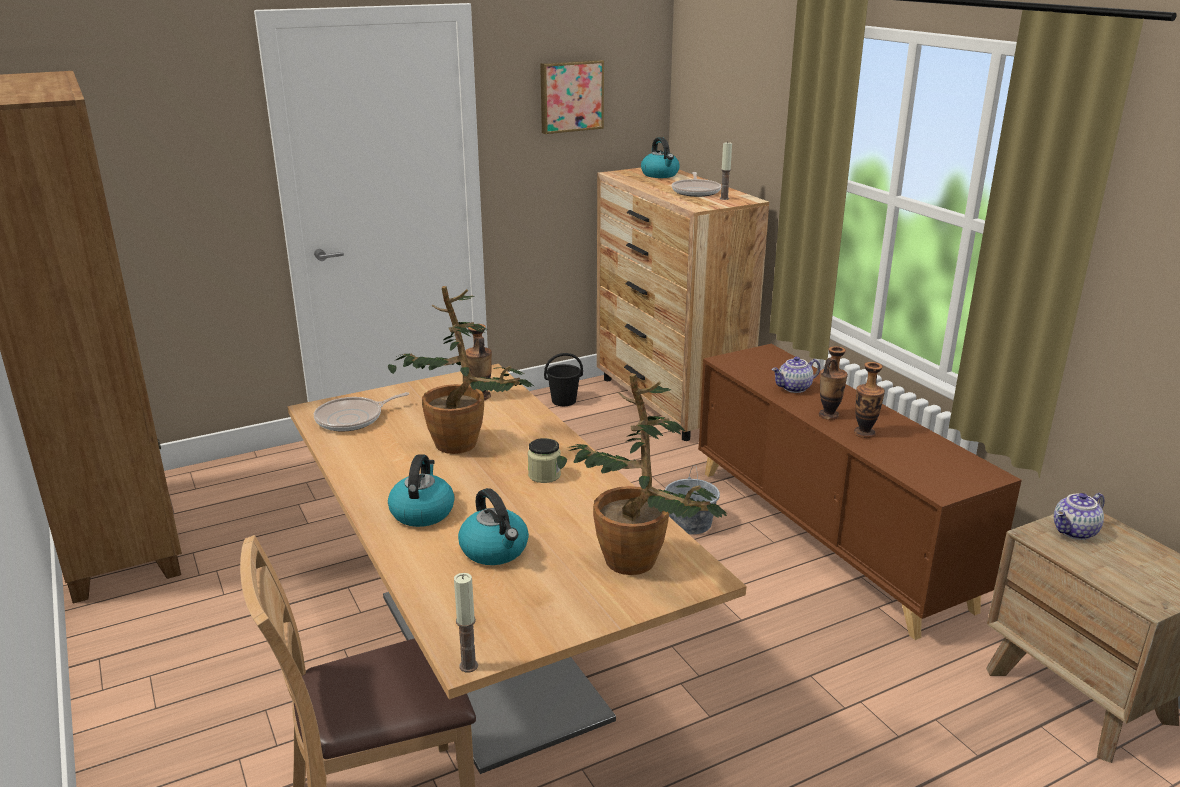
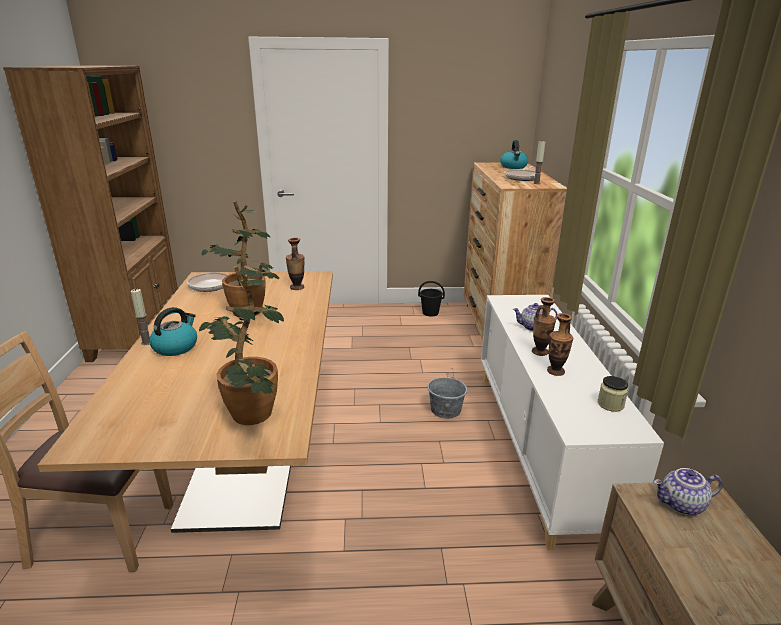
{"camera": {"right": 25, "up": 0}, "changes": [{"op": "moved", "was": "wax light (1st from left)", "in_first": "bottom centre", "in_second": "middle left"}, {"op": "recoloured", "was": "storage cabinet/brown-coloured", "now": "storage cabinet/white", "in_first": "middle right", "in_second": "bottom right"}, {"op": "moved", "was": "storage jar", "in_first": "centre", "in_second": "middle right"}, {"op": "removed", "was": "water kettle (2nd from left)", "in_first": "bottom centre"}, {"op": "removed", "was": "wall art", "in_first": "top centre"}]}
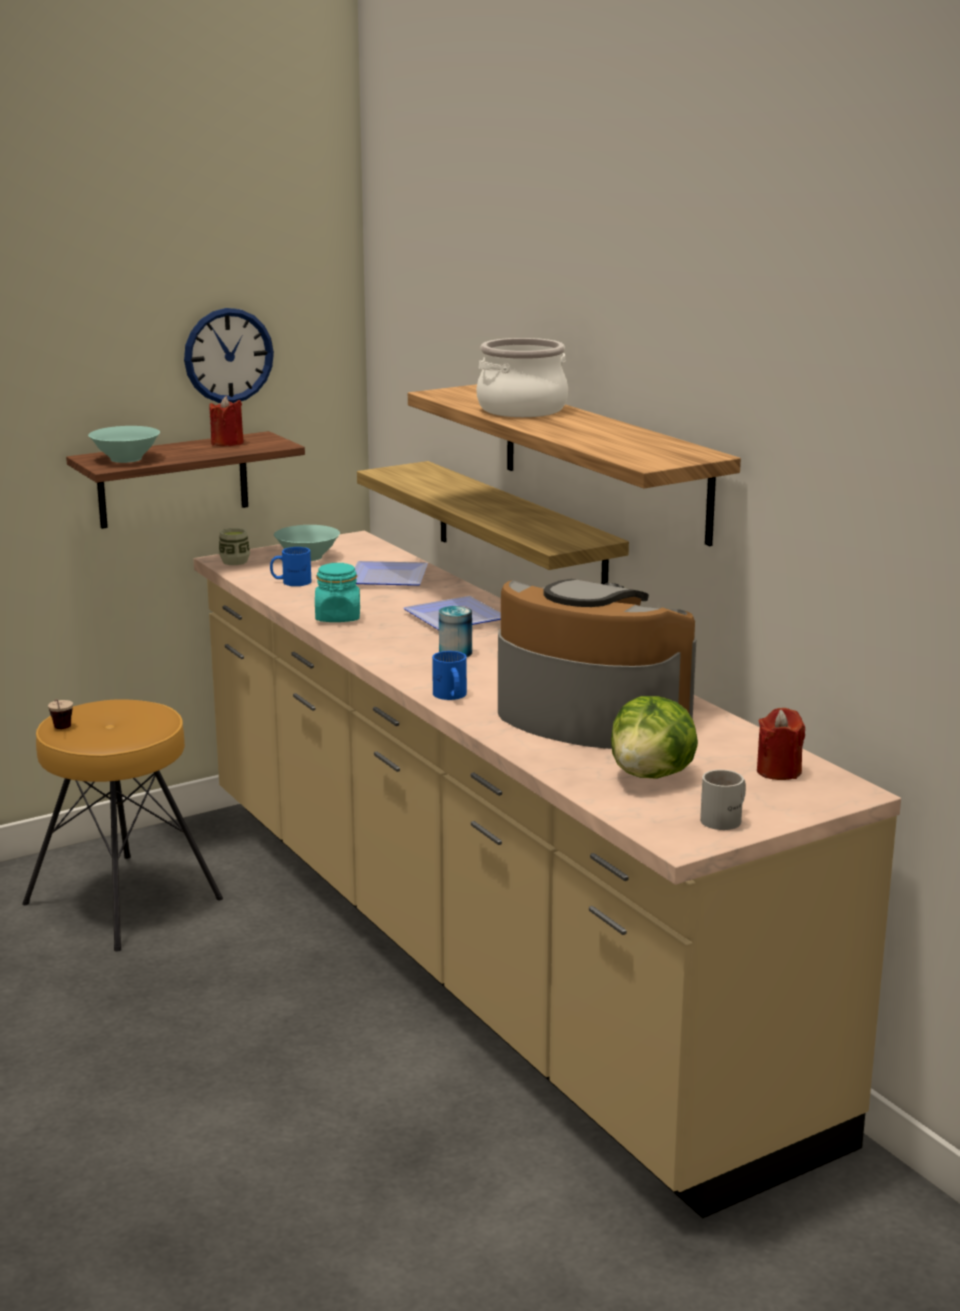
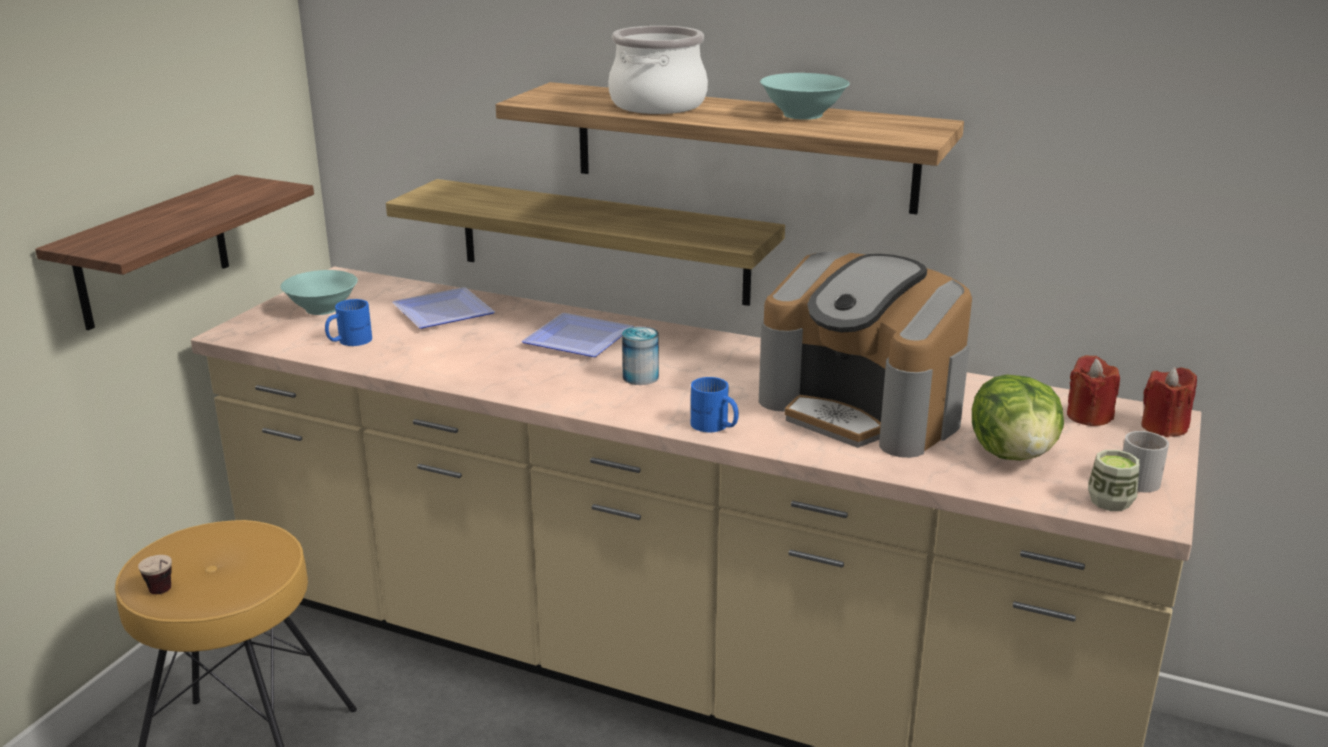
{"camera": {"right": -35, "up": 5}, "changes": [{"op": "turned", "was": "coffee machine", "in_first": "centre", "in_second": "centre", "clockwise": -135}, {"op": "moved", "was": "bowl/turquoise-coloured (1st from left in the first image)", "now": "bowl/turquoise-coloured (2nd from left)", "in_first": "middle left", "in_second": "top centre"}, {"op": "moved", "was": "small cup (2nd from left)", "in_first": "middle left", "in_second": "middle right"}, {"op": "moved", "was": "wax light/red (1st from left in the first image)", "now": "wax light/red (2nd from left)", "in_first": "top left", "in_second": "middle right"}, {"op": "removed", "was": "wall clock", "in_first": "top left"}, {"op": "removed", "was": "storage jar/turquoise-coloured", "in_first": "centre"}]}
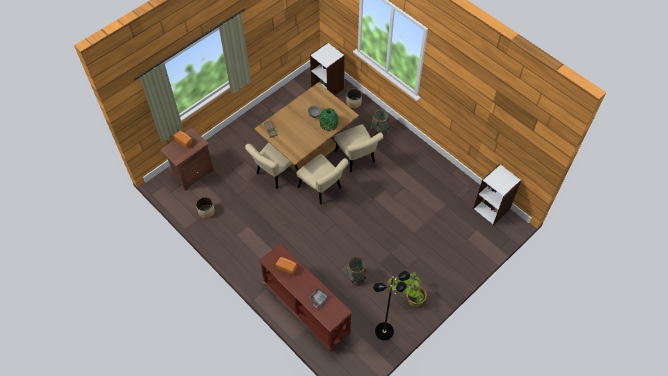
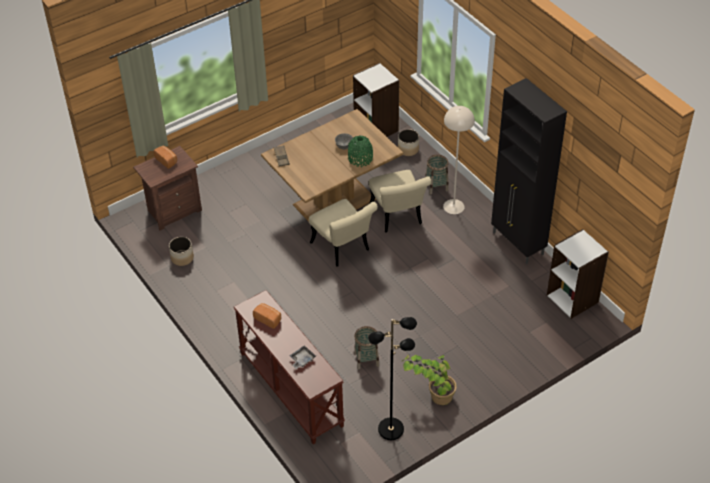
{"camera": {"right": 10, "up": -10}, "changes": [{"op": "added", "now": "standing lamp/beige", "in_second": "top centre"}, {"op": "added", "now": "storage cabinet/black-coloured", "in_second": "middle right"}, {"op": "removed", "was": "upright chair/beige (1st from left)", "in_first": "centre"}]}
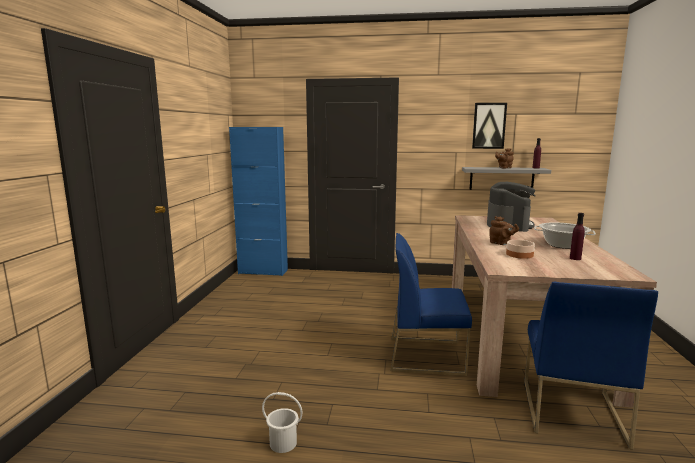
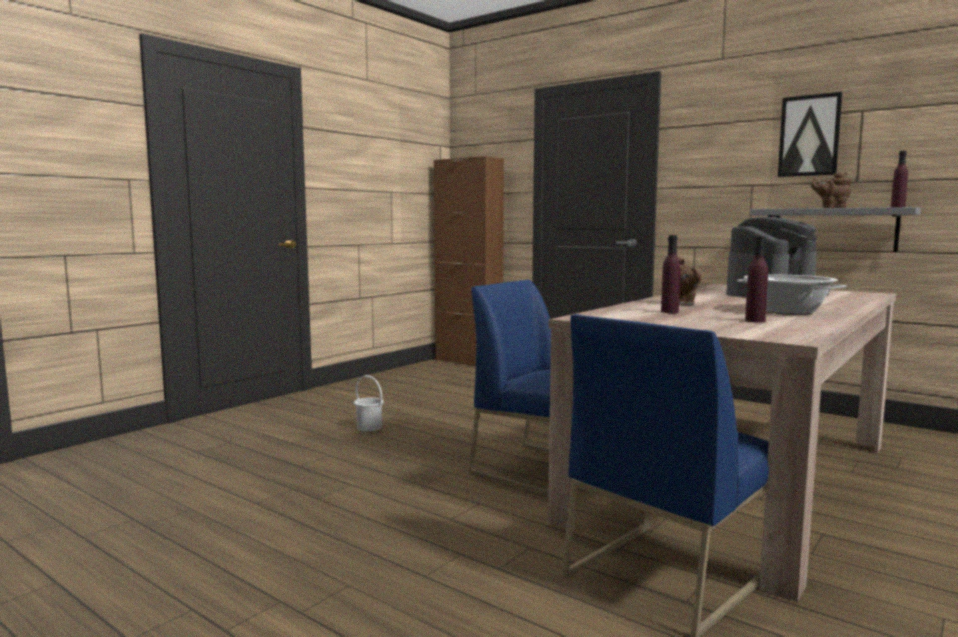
{"camera": {"right": 30, "up": -5}, "changes": [{"op": "moved", "was": "bucket/white", "in_first": "bottom centre", "in_second": "centre"}, {"op": "recoloured", "was": "storage cabinet/blue", "now": "storage cabinet/brown-coloured", "in_first": "centre", "in_second": "centre"}, {"op": "replaced", "was": "bowl", "now": "beverage bottle/purple-coloured (1st from left)", "in_first": "middle right", "in_second": "middle right"}]}
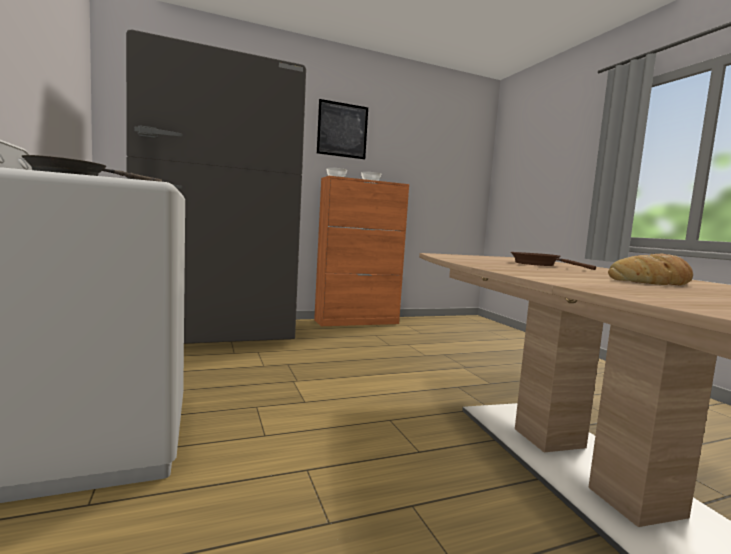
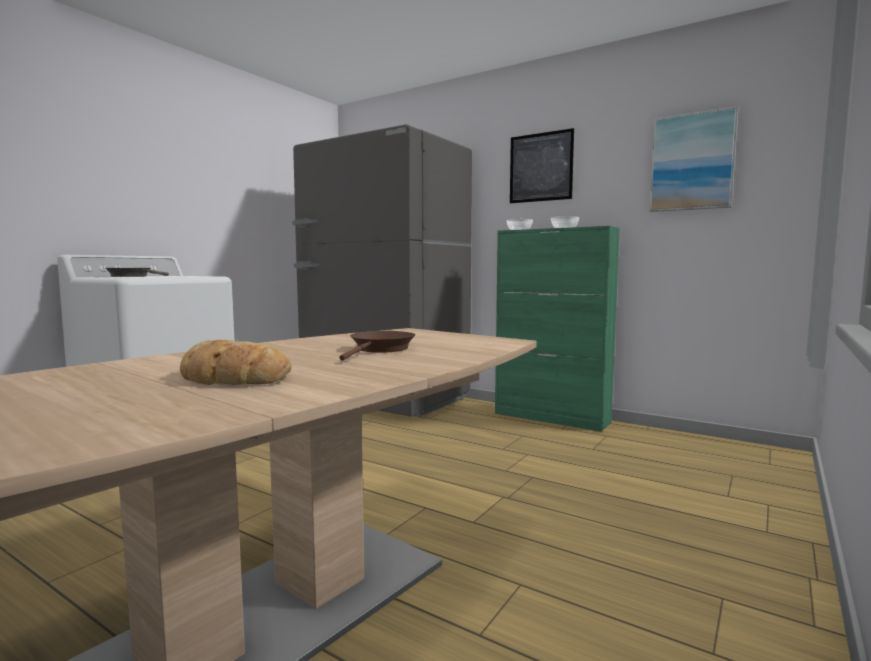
{"camera": {"right": 55, "up": 0}, "changes": [{"op": "recoloured", "was": "storage cabinet/orange-coloured", "now": "storage cabinet/greenish", "in_first": "centre", "in_second": "centre"}, {"op": "added", "now": "wall art (2nd from left)", "in_second": "top right"}]}
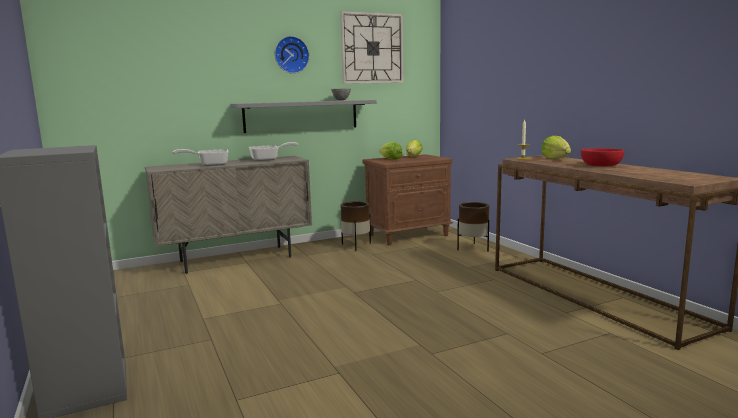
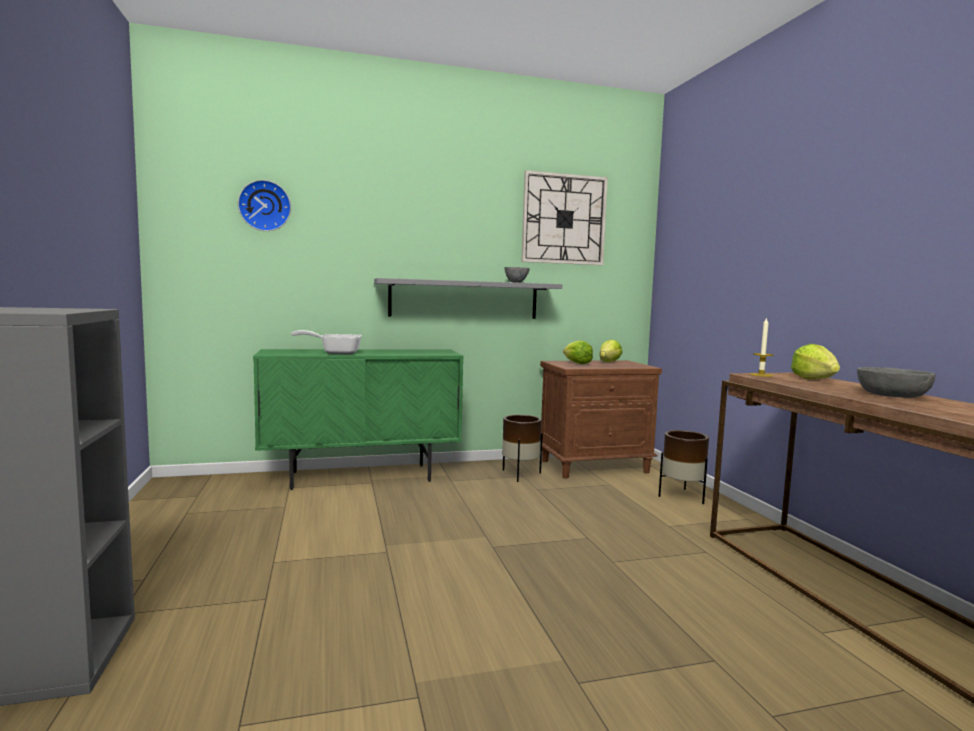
{"camera": {"right": 10, "up": -5}, "changes": [{"op": "moved", "was": "wall clock (1st from left)", "in_first": "top centre", "in_second": "top left"}, {"op": "recoloured", "was": "storage cabinet/beige", "now": "storage cabinet/greenish", "in_first": "middle left", "in_second": "centre"}, {"op": "recoloured", "was": "bowl/red", "now": "bowl/gray (2nd from left)", "in_first": "middle right", "in_second": "middle right"}, {"op": "removed", "was": "pan (2nd from left)", "in_first": "centre"}]}
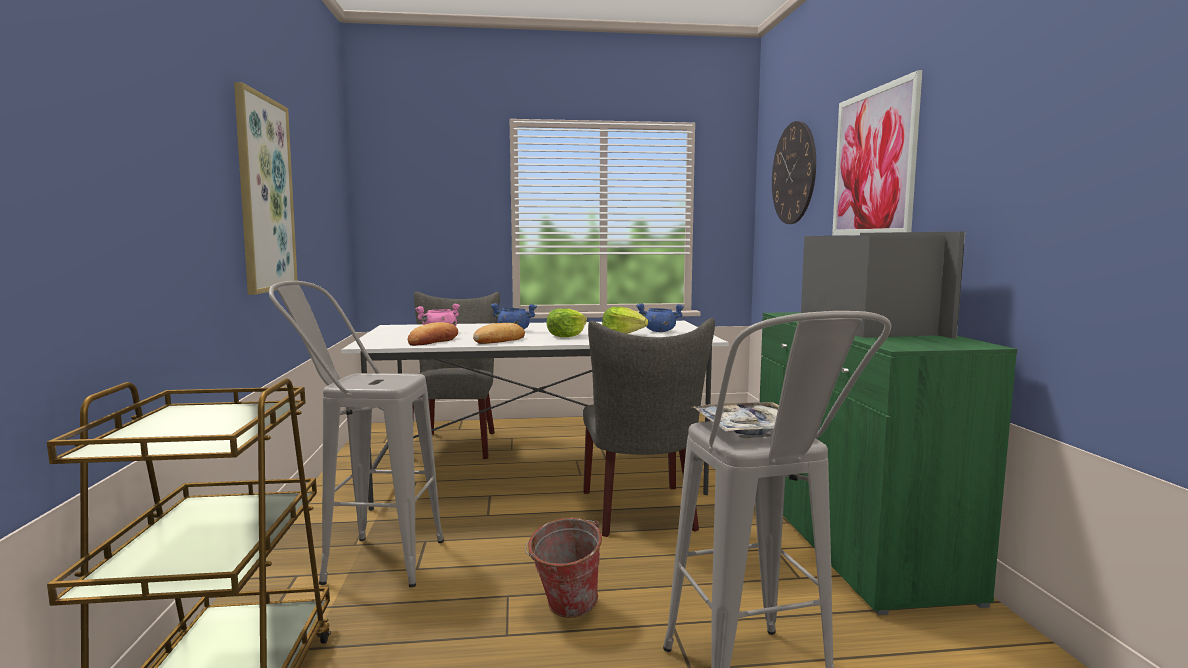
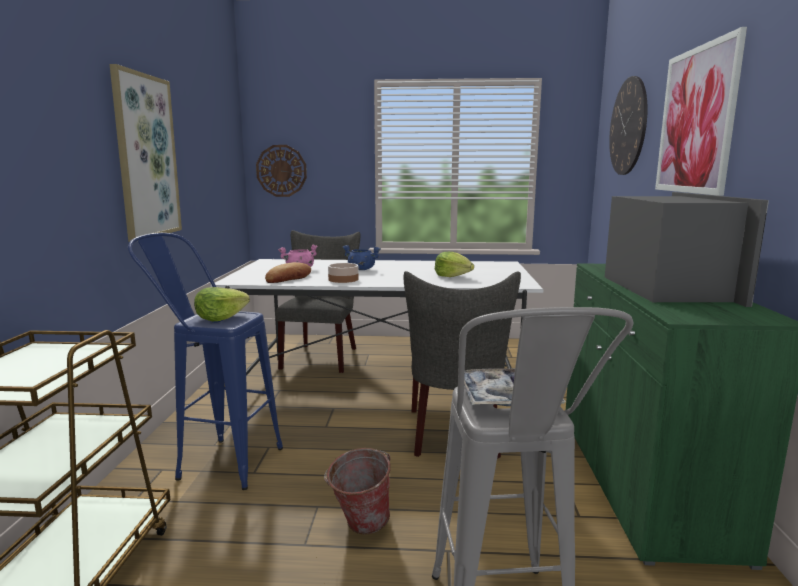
{"camera": {"right": 10, "up": 5}, "changes": [{"op": "recoloured", "was": "stool seat/gray (1st from left)", "now": "stool seat/blue", "in_first": "middle left", "in_second": "middle left"}, {"op": "moved", "was": "head of lettuce (1st from left)", "in_first": "centre", "in_second": "middle left"}, {"op": "added", "now": "wall clock (1st from left)", "in_second": "top centre"}, {"op": "replaced", "was": "baked bread (2nd from left)", "now": "bowl", "in_first": "centre", "in_second": "centre"}, {"op": "removed", "was": "saucepot/blue (2nd from left)", "in_first": "centre"}]}
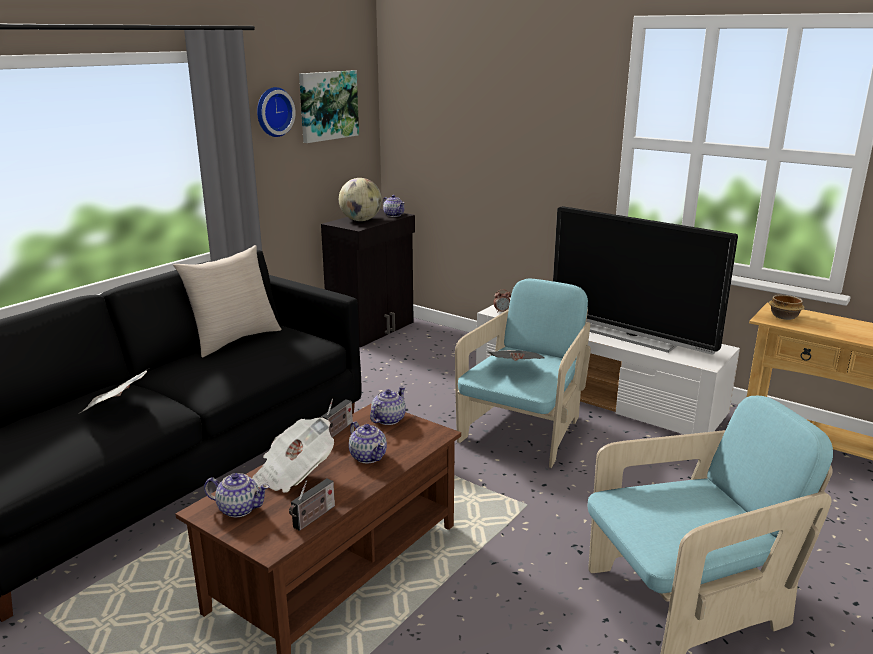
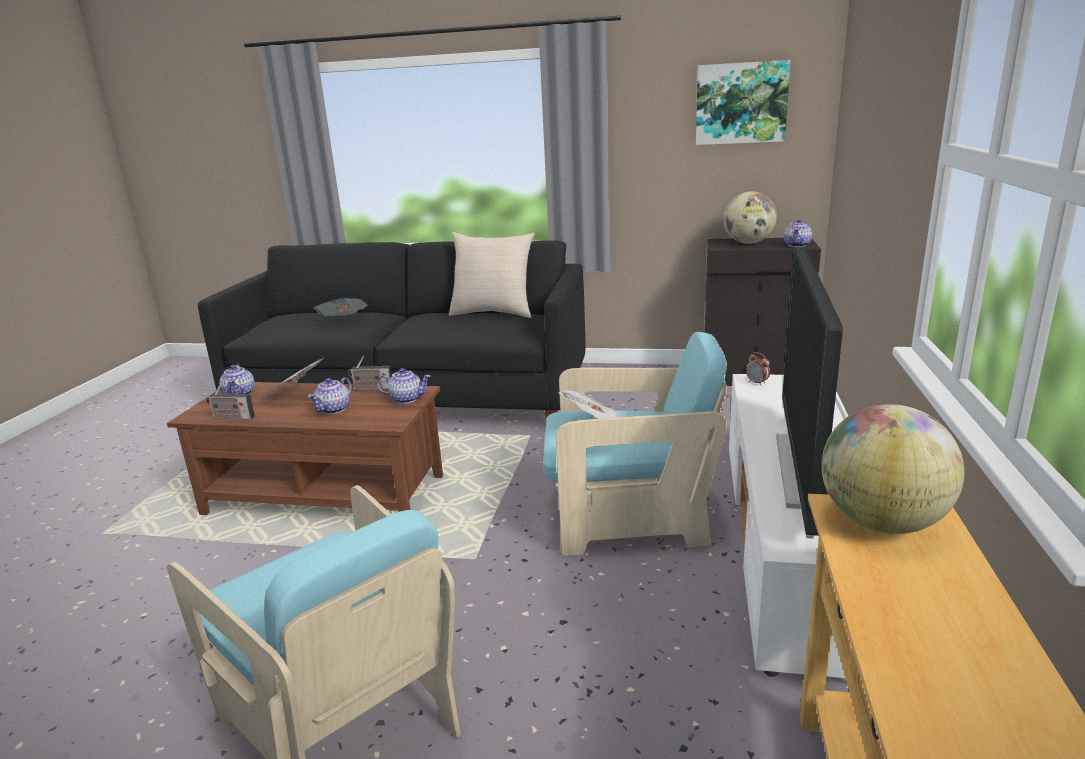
{"camera": {"right": 65, "up": 0}, "changes": [{"op": "replaced", "was": "bowl", "now": "globe (2nd from left)", "in_first": "middle right", "in_second": "middle right"}, {"op": "removed", "was": "wall clock", "in_first": "top left"}]}
